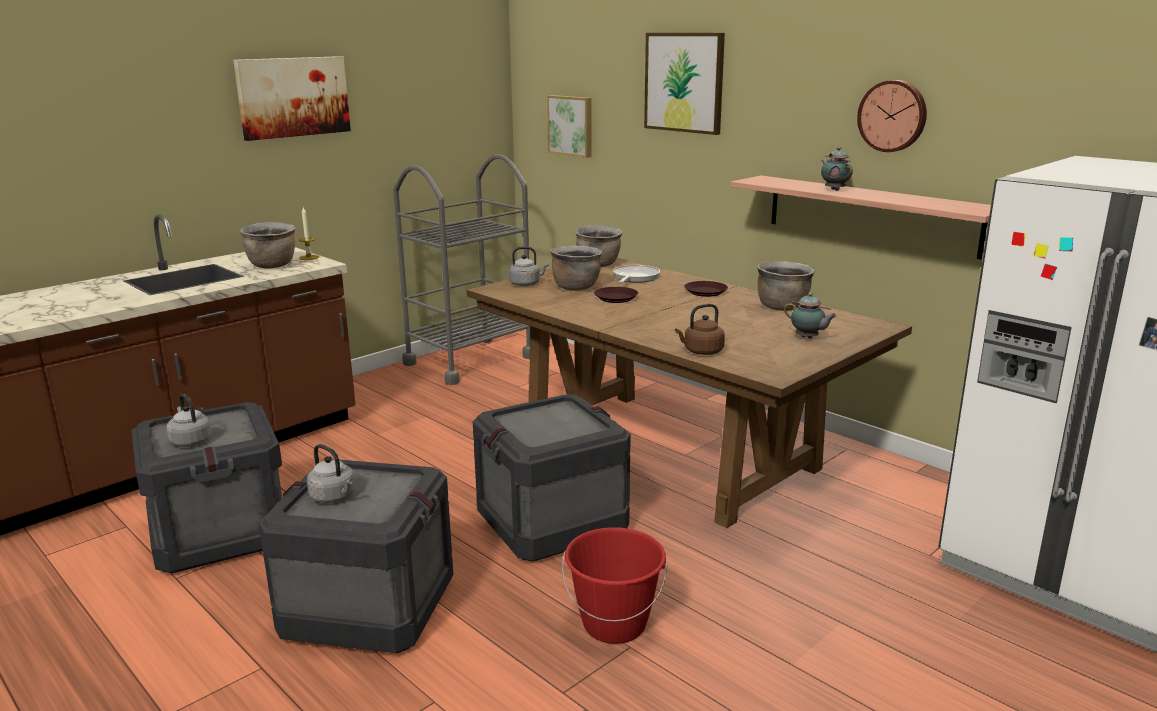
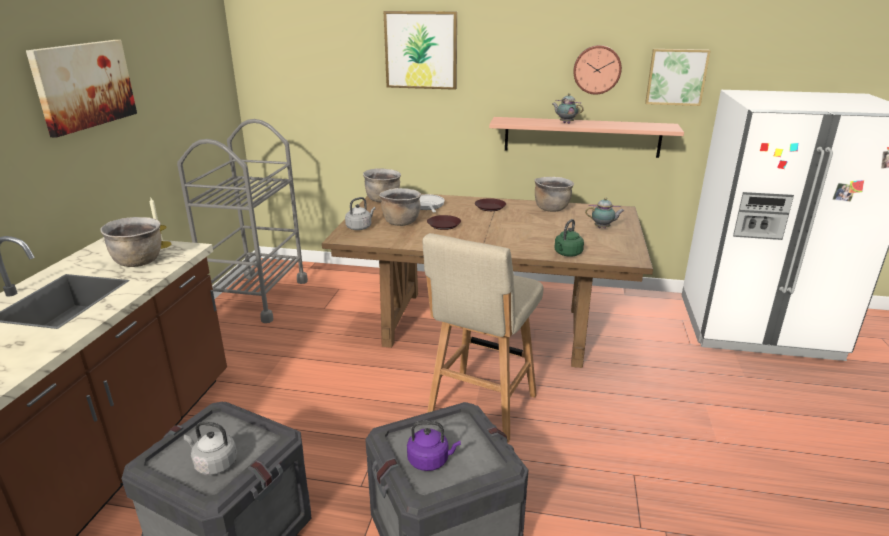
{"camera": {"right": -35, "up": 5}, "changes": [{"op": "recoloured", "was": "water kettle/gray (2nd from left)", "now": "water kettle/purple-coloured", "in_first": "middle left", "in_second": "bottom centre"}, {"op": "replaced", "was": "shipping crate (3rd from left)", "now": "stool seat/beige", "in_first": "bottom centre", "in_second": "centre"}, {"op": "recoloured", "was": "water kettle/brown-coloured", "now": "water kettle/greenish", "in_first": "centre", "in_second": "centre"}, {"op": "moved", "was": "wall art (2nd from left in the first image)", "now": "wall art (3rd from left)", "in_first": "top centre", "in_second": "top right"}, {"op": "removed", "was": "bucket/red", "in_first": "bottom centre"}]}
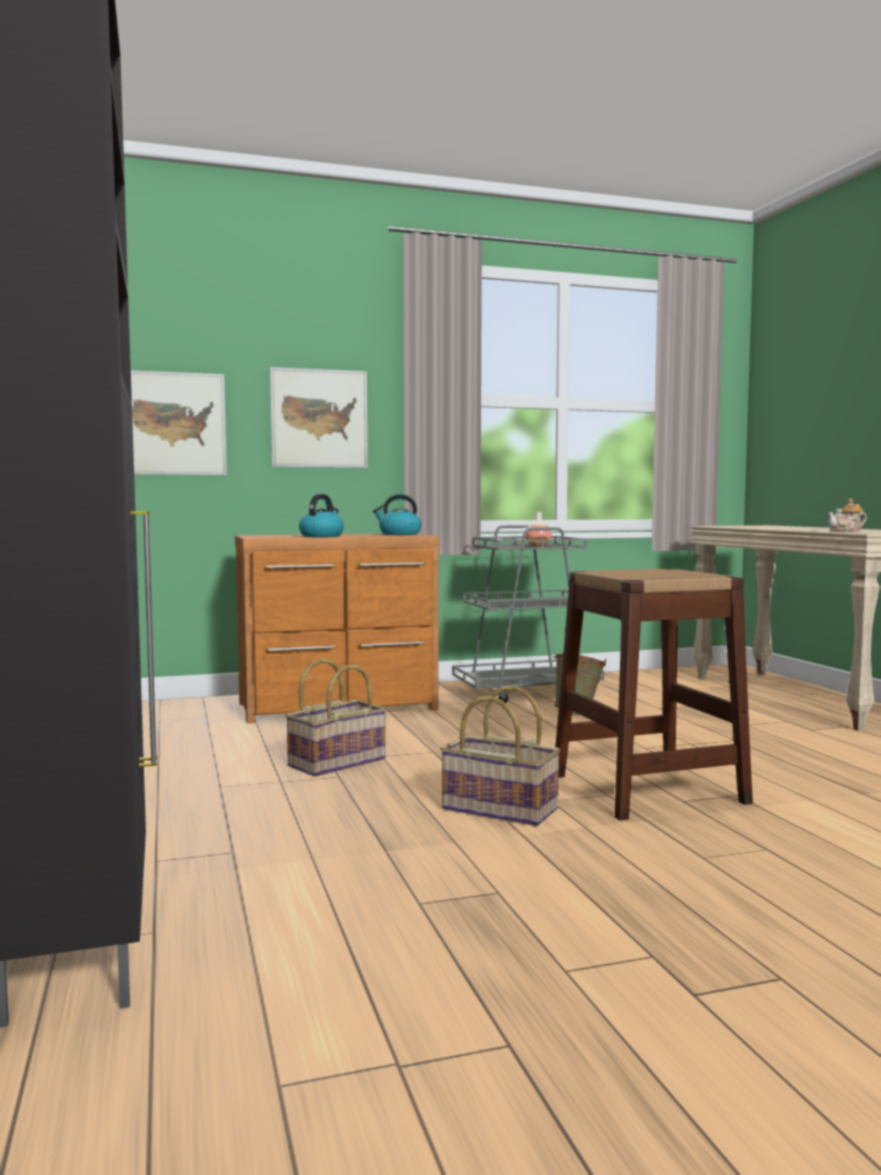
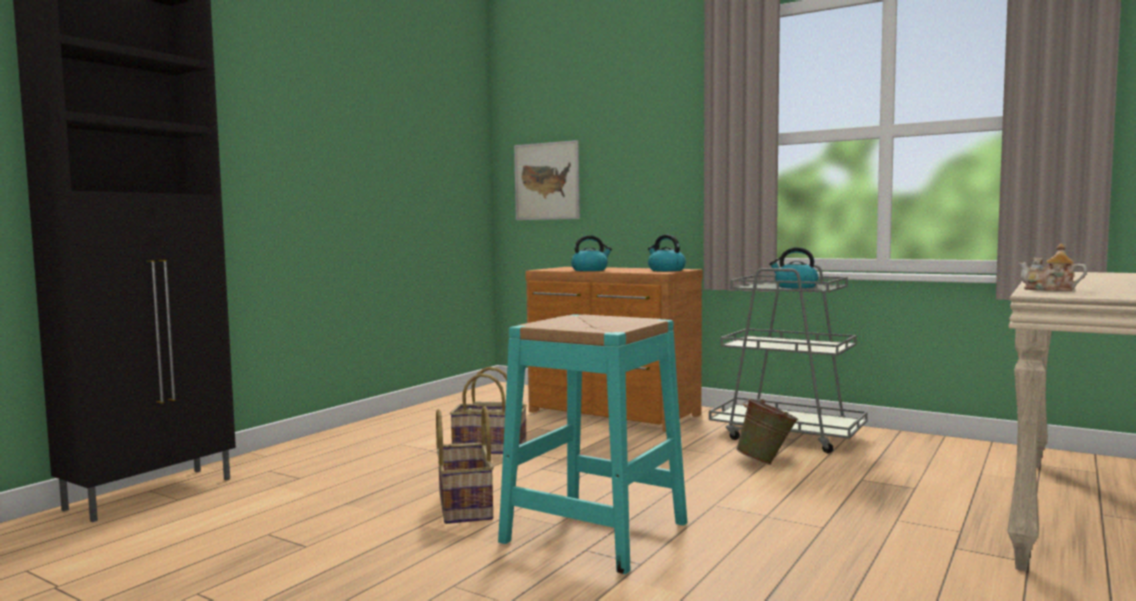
{"camera": {"right": 50, "up": 0}, "changes": [{"op": "recoloured", "was": "stool seat/brown-coloured", "now": "stool seat/turquoise-coloured", "in_first": "middle right", "in_second": "bottom centre"}, {"op": "replaced", "was": "flower vase", "now": "water kettle (3rd from left)", "in_first": "centre", "in_second": "middle right"}, {"op": "removed", "was": "wall art (2nd from left)", "in_first": "centre"}]}
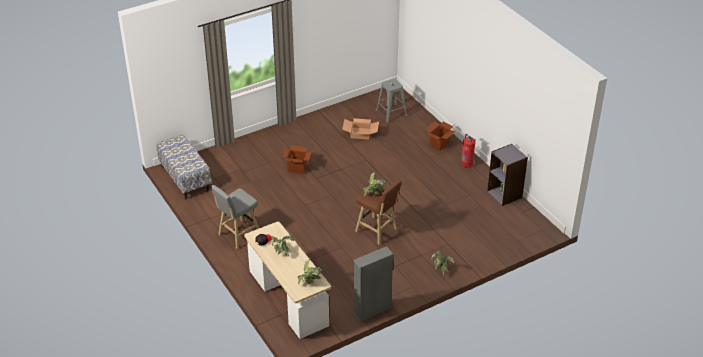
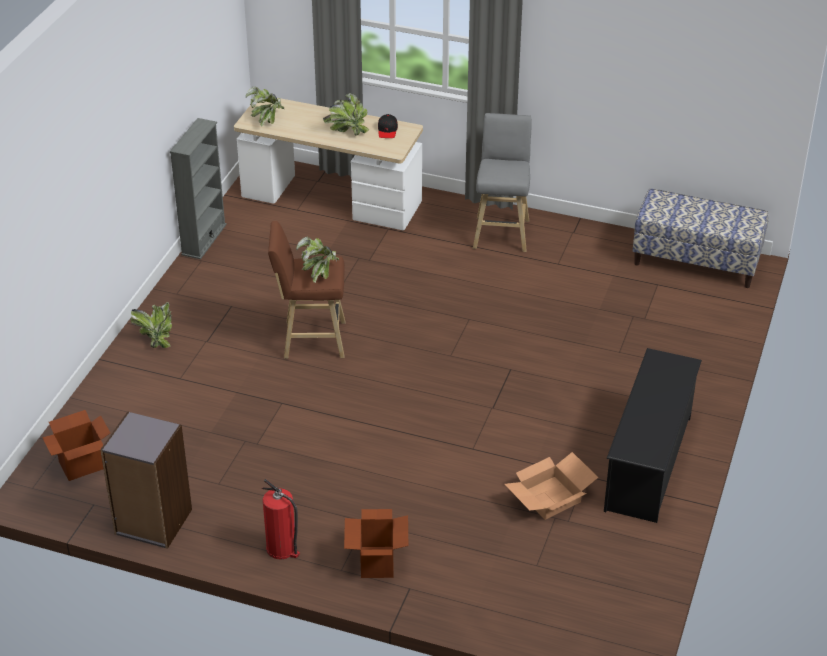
{"camera": {"right": 140, "up": 0}, "changes": [{"op": "moved", "was": "cardboard box (1st from left)", "in_first": "centre", "in_second": "bottom left"}, {"op": "added", "now": "shoe rack/black-coloured", "in_second": "middle right"}, {"op": "removed", "was": "stool seat/gray (2nd from left)", "in_first": "top centre"}]}
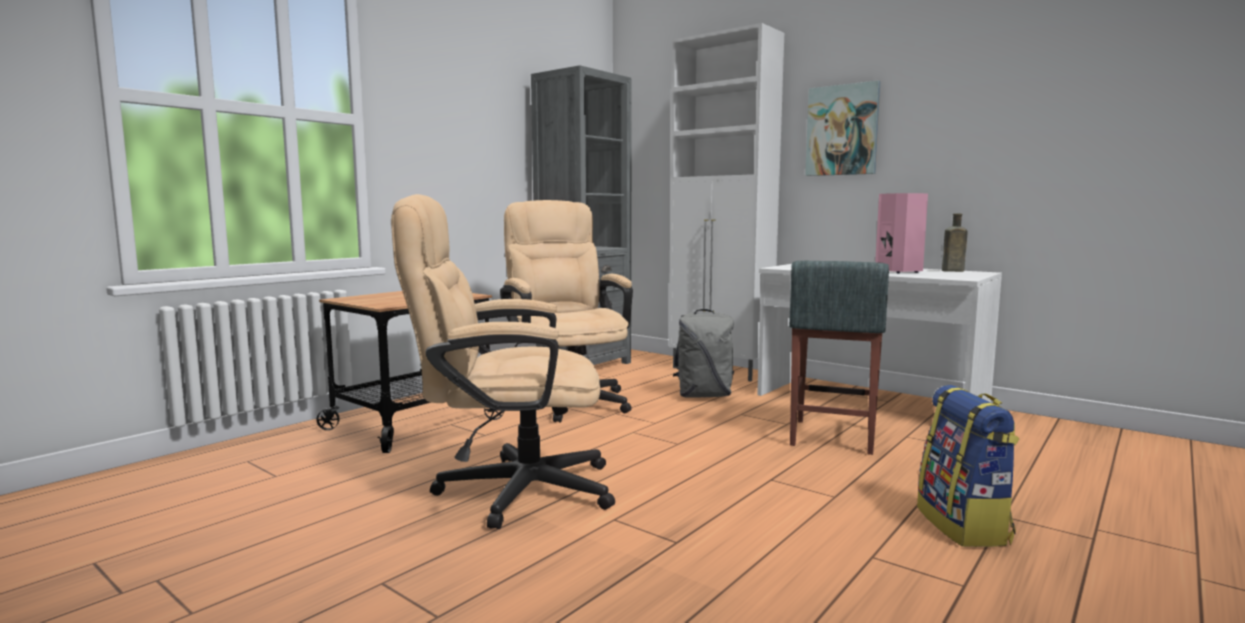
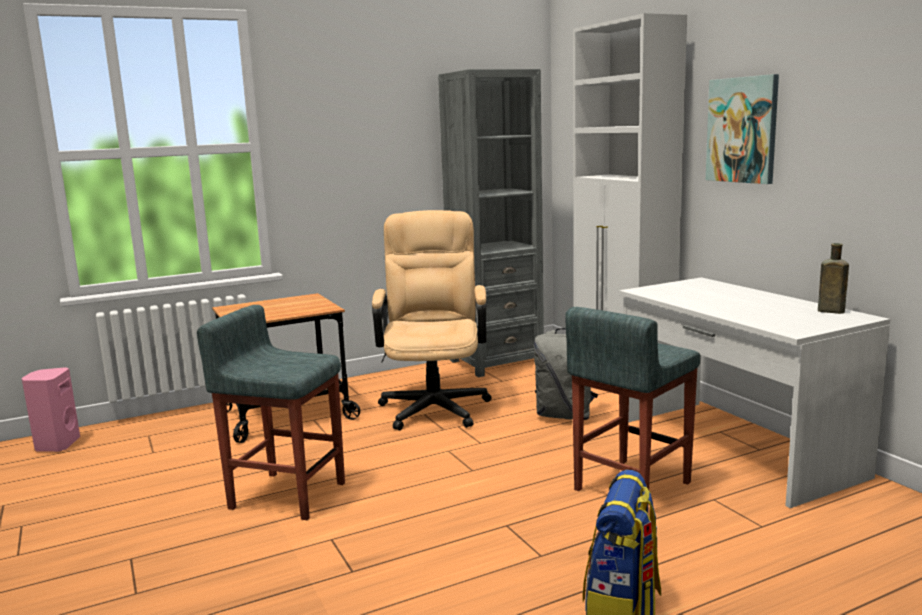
{"camera": {"right": 25, "up": 5}, "changes": [{"op": "moved", "was": "speaker/pinkish", "in_first": "middle right", "in_second": "middle left"}, {"op": "replaced", "was": "desk chair/beige (1st from left)", "now": "stool seat/gray (1st from left)", "in_first": "centre", "in_second": "bottom left"}]}
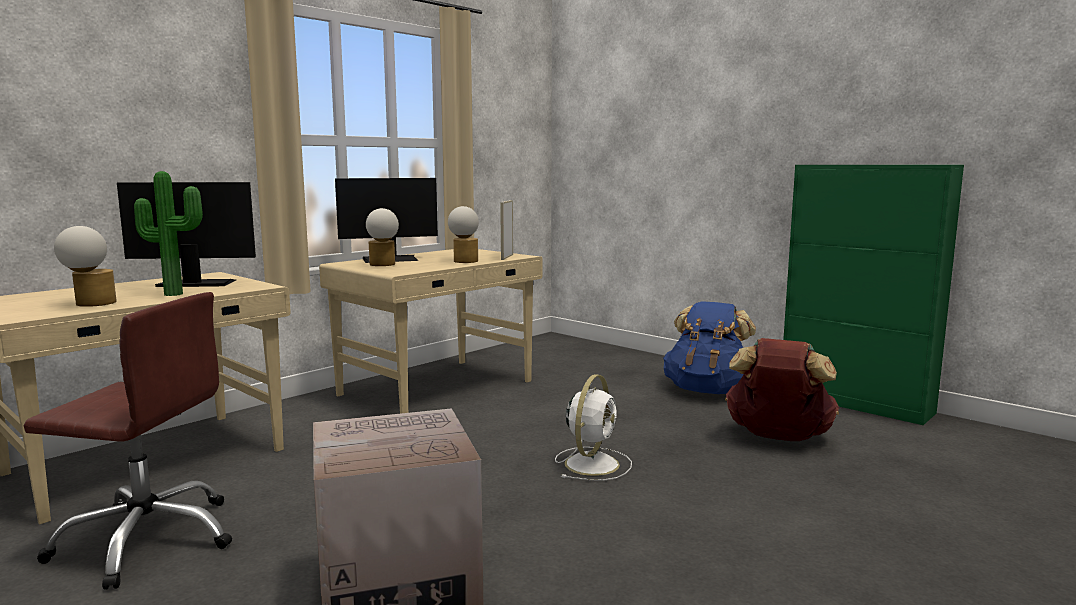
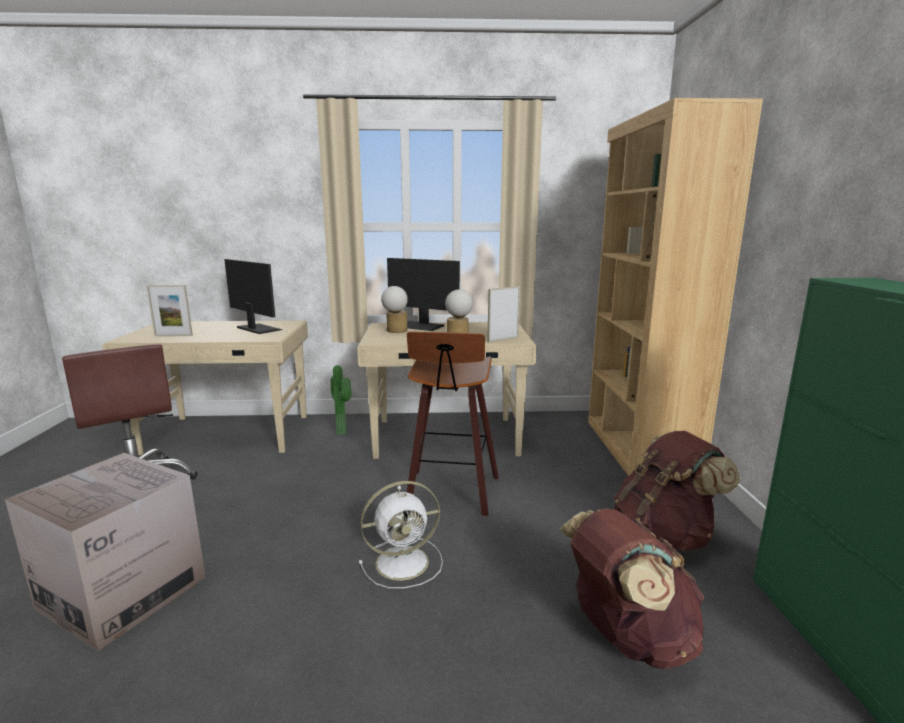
{"camera": {"right": 45, "up": 5}, "changes": [{"op": "replaced", "was": "lamp for a table (1st from left)", "now": "standing frame (1st from left)", "in_first": "middle left", "in_second": "middle left"}, {"op": "moved", "was": "plant in a pot", "in_first": "middle left", "in_second": "centre"}, {"op": "added", "now": "stool seat", "in_second": "centre"}, {"op": "added", "now": "bookshelf/brown-coloured", "in_second": "middle right"}, {"op": "recoloured", "was": "rucksack/blue", "now": "rucksack/brown-coloured (2nd from left)", "in_first": "centre", "in_second": "bottom right"}]}
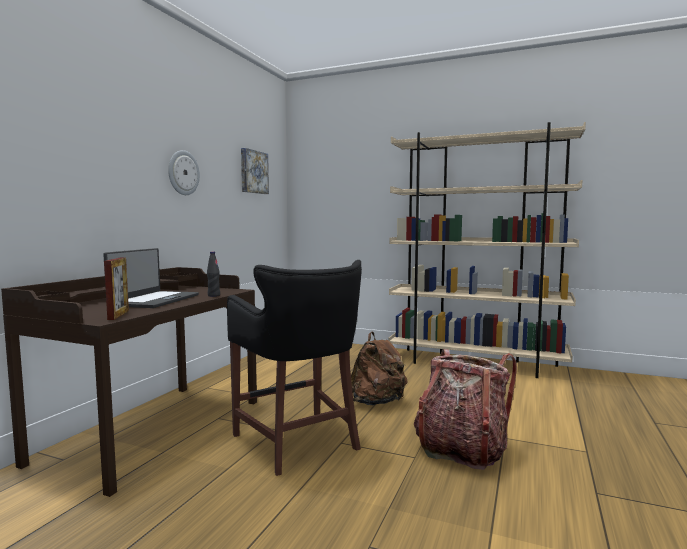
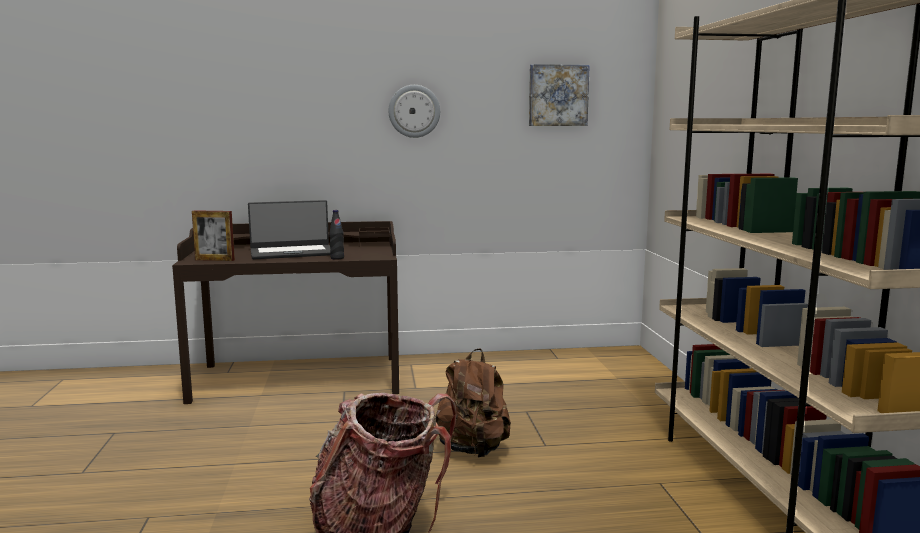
{"camera": {"right": 60, "up": 5}, "changes": [{"op": "turned", "was": "standing frame", "in_first": "middle left", "in_second": "middle left", "clockwise": 45}, {"op": "removed", "was": "stool seat/black-coloured", "in_first": "bottom centre"}]}
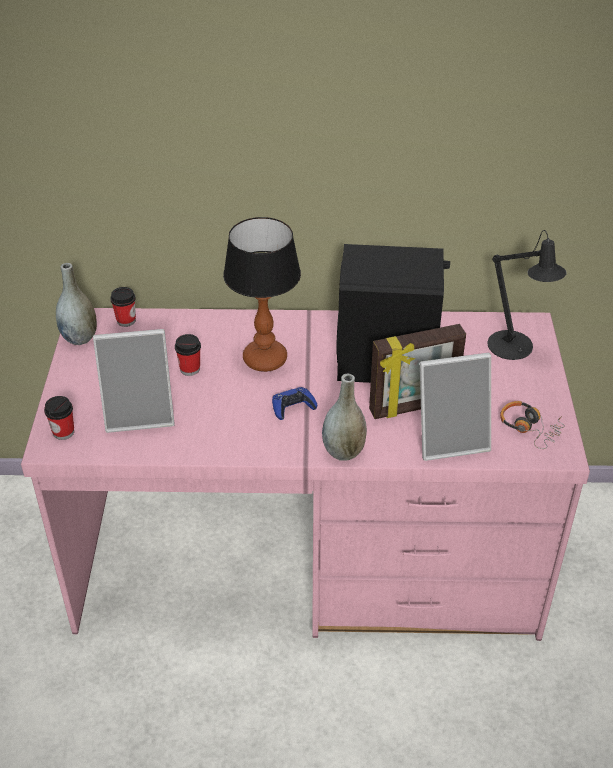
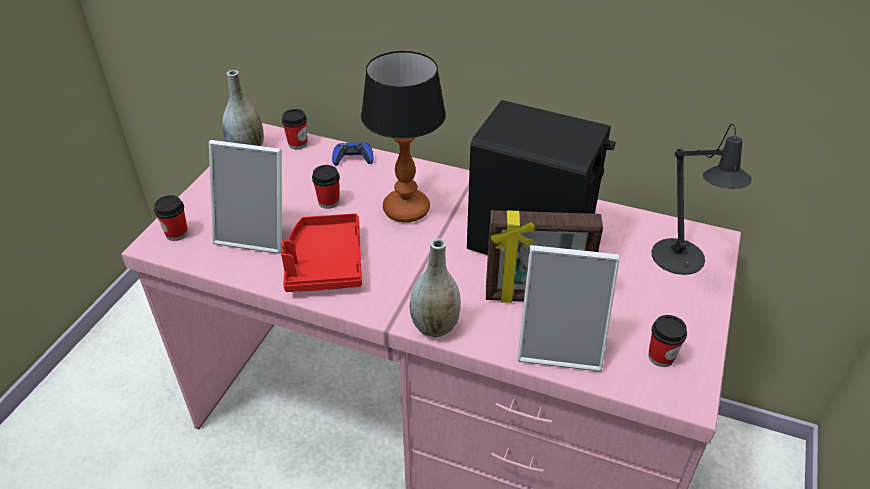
{"camera": {"right": 20, "up": 0}, "changes": [{"op": "added", "now": "serving tray/red", "in_second": "centre"}, {"op": "moved", "was": "joypad/blue", "in_first": "centre", "in_second": "top centre"}, {"op": "replaced", "was": "pair of headphones", "now": "small cup (4th from left)", "in_first": "middle right", "in_second": "bottom right"}]}
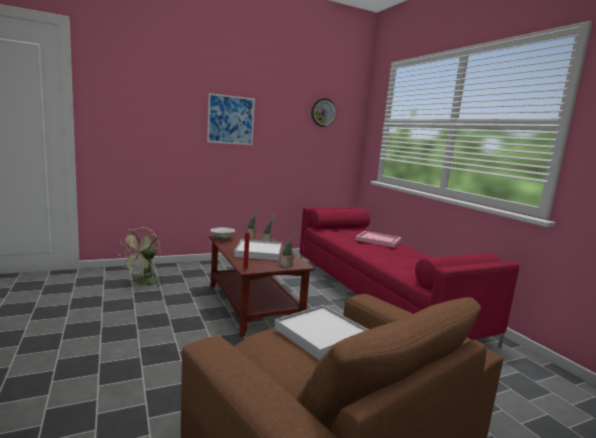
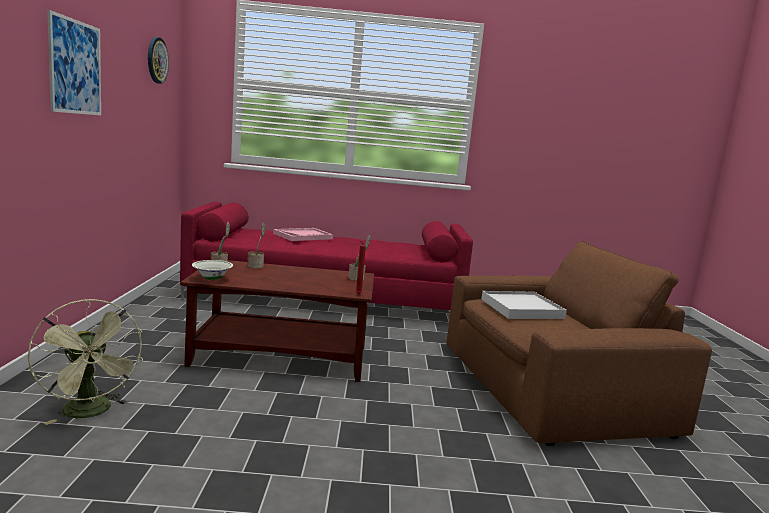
{"camera": {"right": -65, "up": 0}, "changes": [{"op": "removed", "was": "serving tray/white (1st from left)", "in_first": "centre"}]}
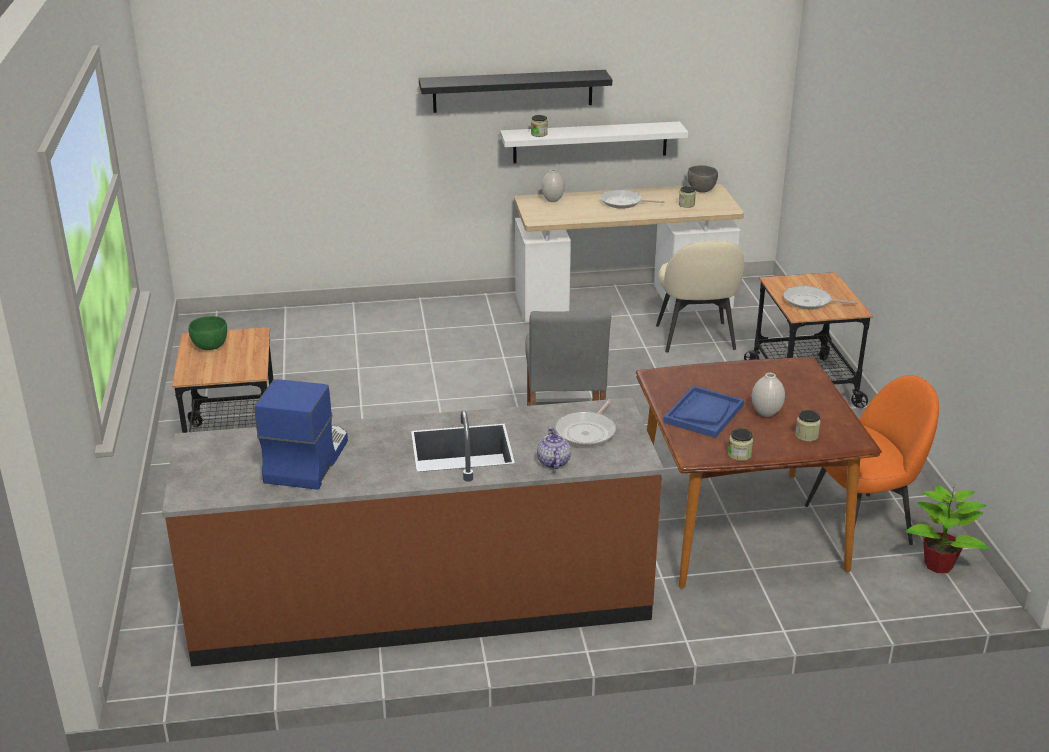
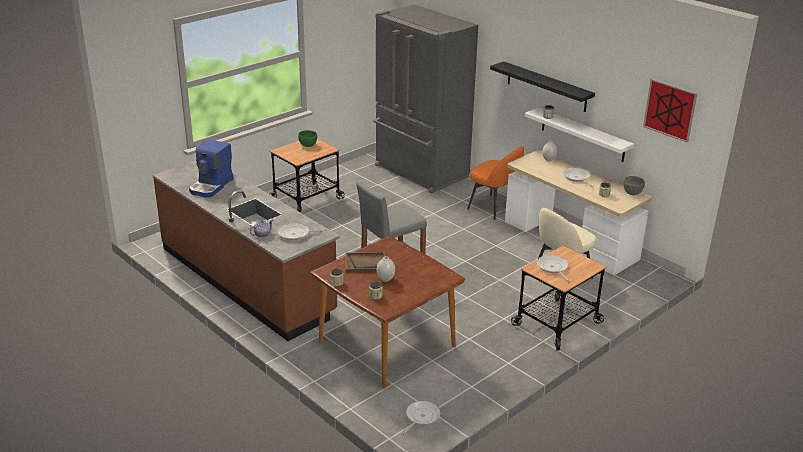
{"camera": {"right": 55, "up": 0}, "changes": [{"op": "turned", "was": "coffee machine", "in_first": "middle left", "in_second": "middle left", "clockwise": 135}, {"op": "recoloured", "was": "serving tray/blue", "now": "serving tray/brown-coloured", "in_first": "middle right", "in_second": "centre"}, {"op": "added", "now": "refrigerator/gray", "in_second": "top centre"}, {"op": "replaced", "was": "plant in a pot", "now": "pan (2nd from left)", "in_first": "bottom right", "in_second": "bottom centre"}, {"op": "moved", "was": "upright chair/orange-coloured", "in_first": "middle right", "in_second": "centre"}, {"op": "added", "now": "wall art", "in_second": "top right"}]}
